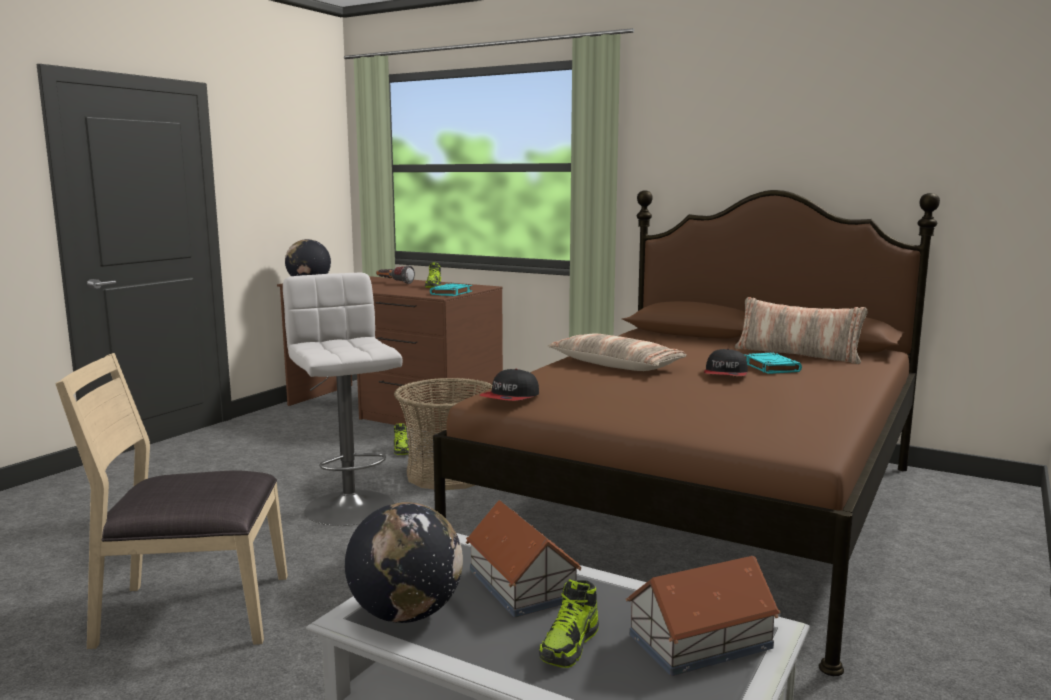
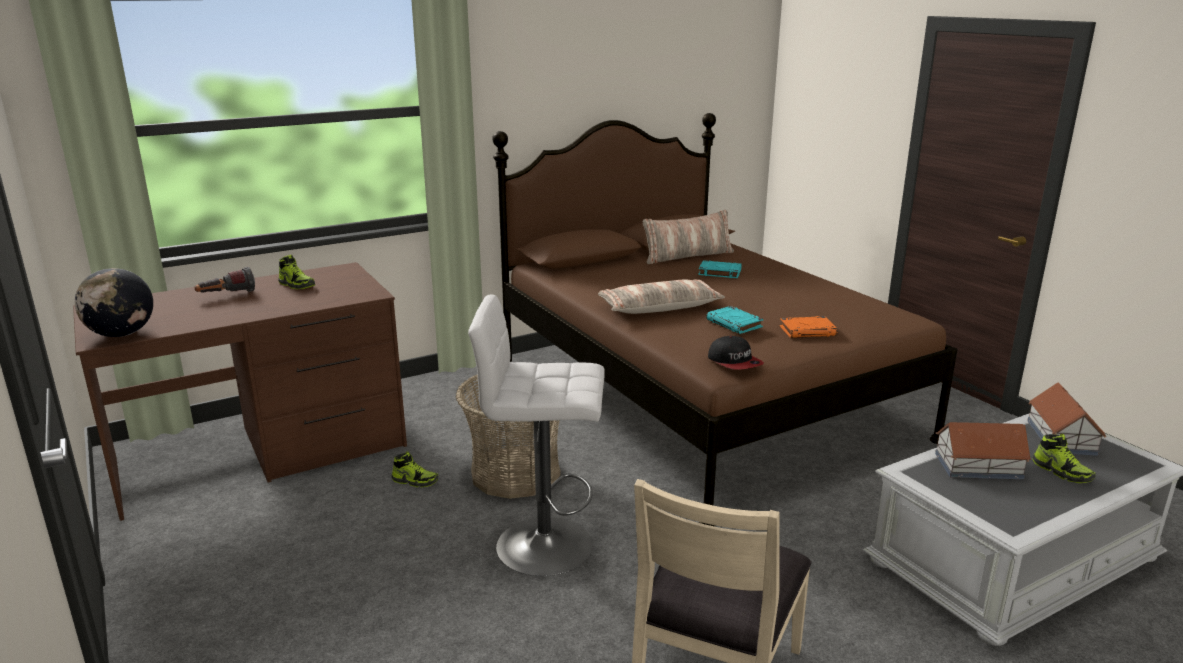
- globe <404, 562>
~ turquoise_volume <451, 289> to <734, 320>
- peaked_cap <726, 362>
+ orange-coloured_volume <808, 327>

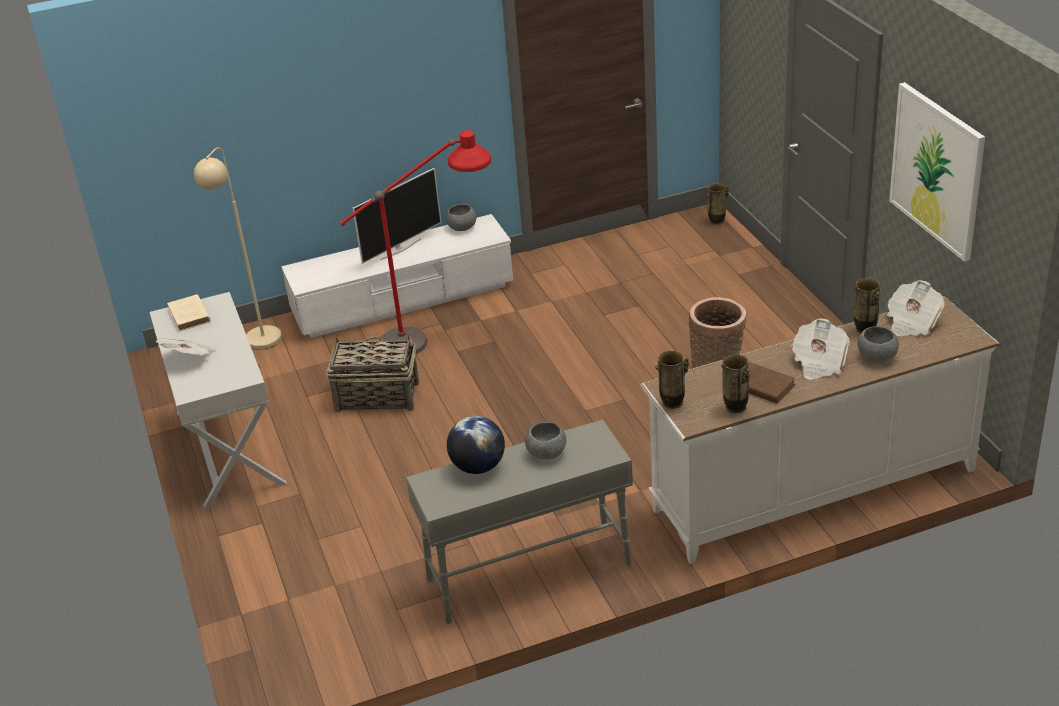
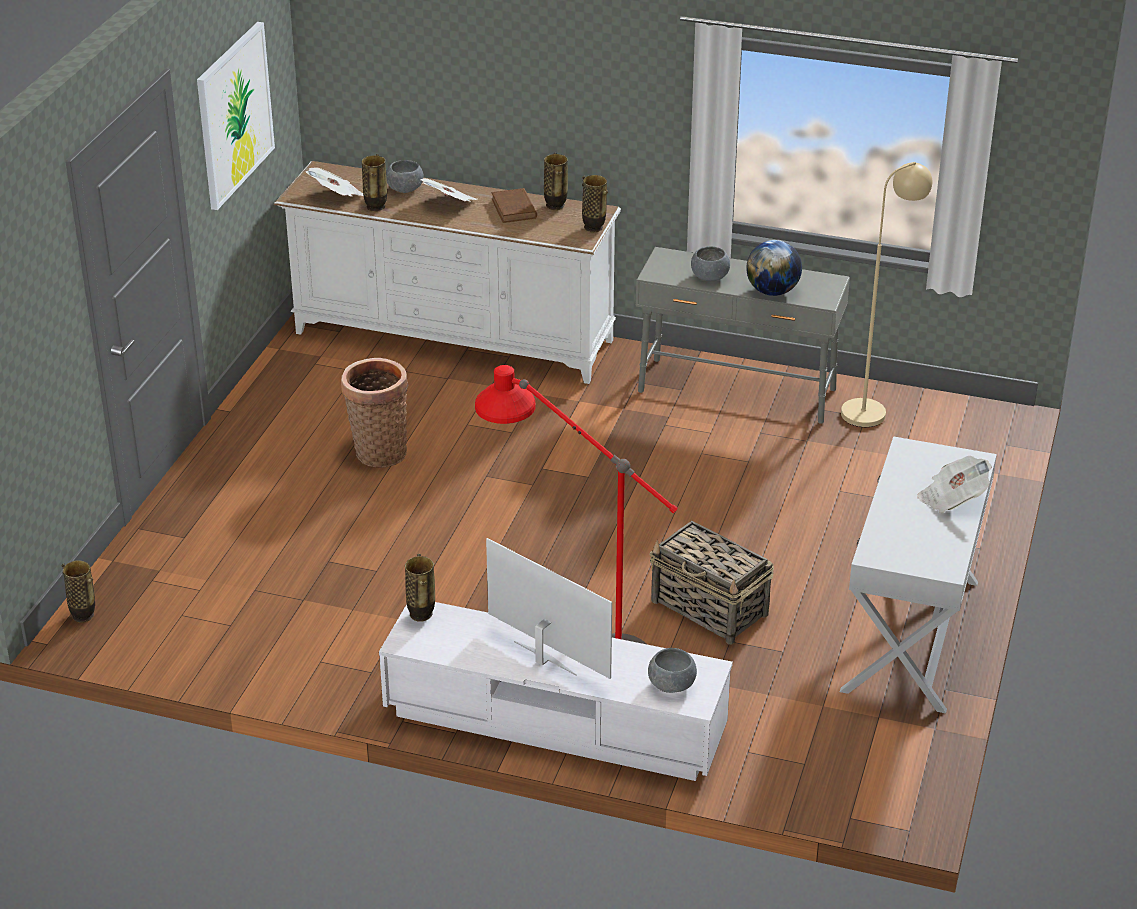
- beige-coloured_volume <188, 312>
~ beige-coloured_floor_lamp <238, 248> to <886, 294>
~ TV <397, 216> = <549, 608> 45 degrees clockwise
~ gray_deep_dish <461, 217> to <672, 670>
+ vase <420, 588>

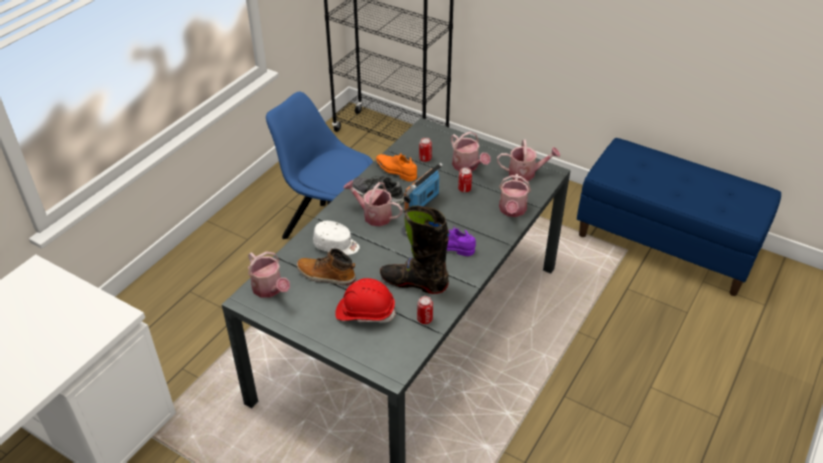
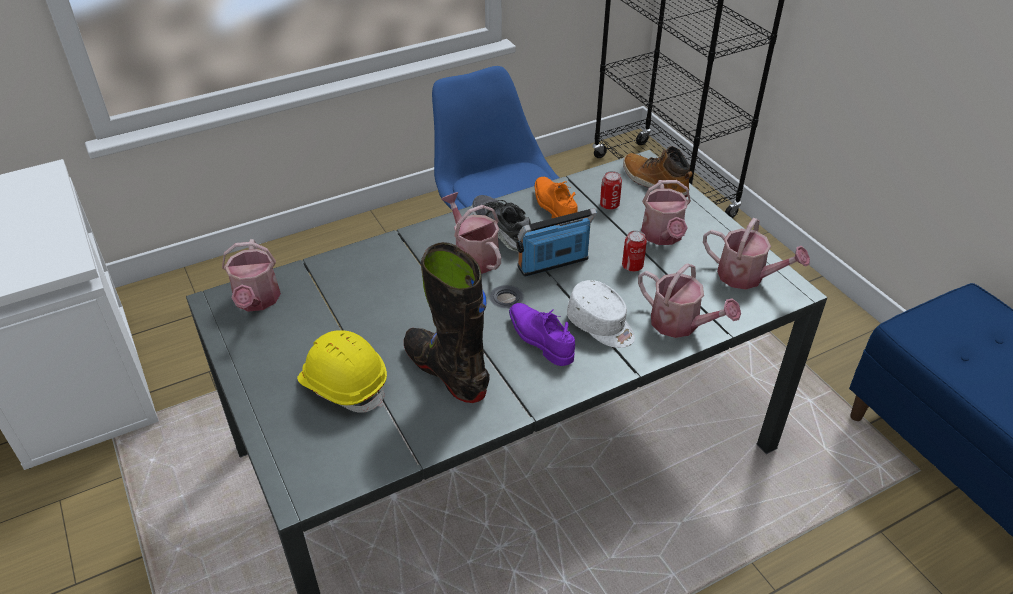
~ tall_boot <326, 267> to <657, 171>
~ white-coloured_peaked_cap <336, 238> to <601, 314>
~ red-coloured_hard_hat <365, 300> to yellow_hard_hat <342, 371>
- can <425, 310>
~ watering_pot <515, 195> = <689, 300> 90 degrees counterclockwise

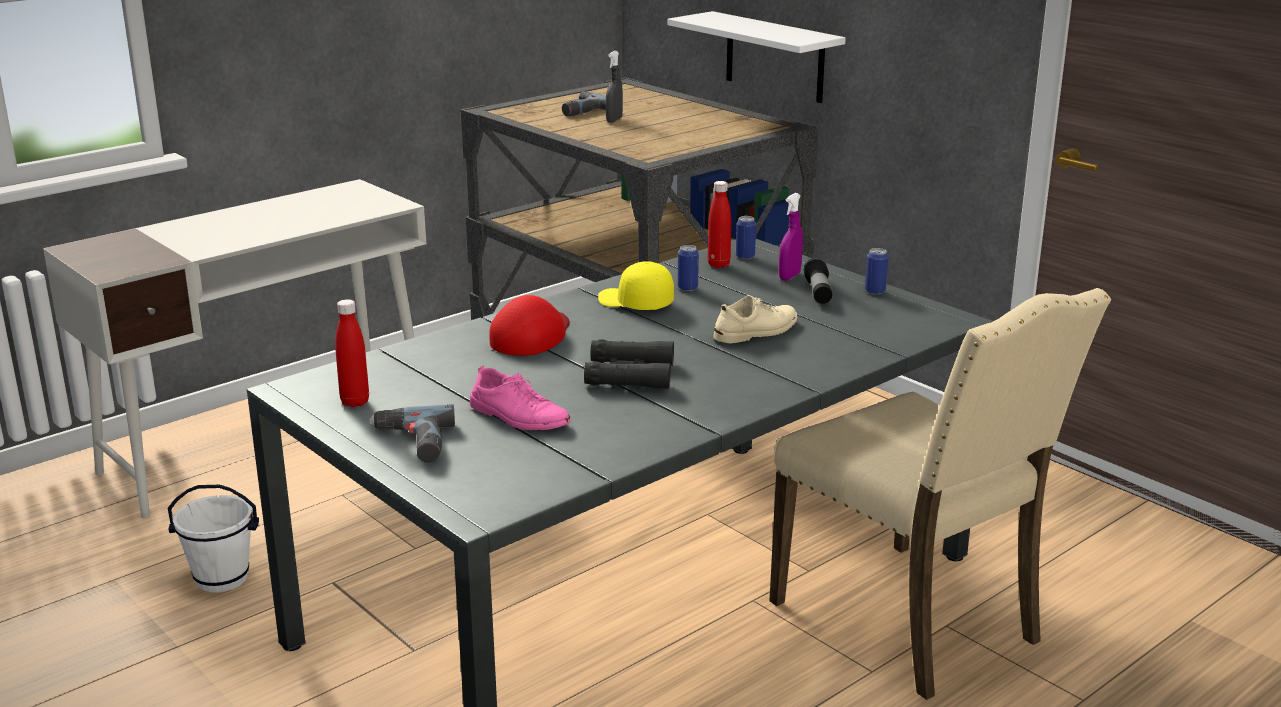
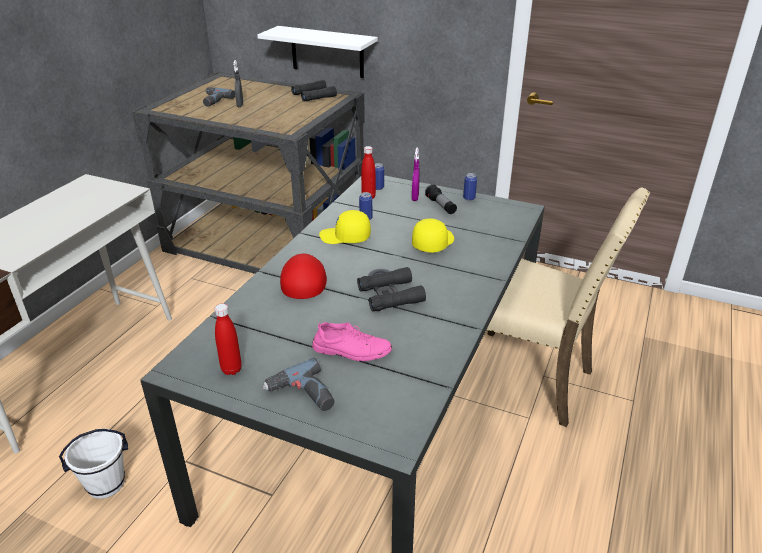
~ beige-coloured_low_shoe <755, 319> to yellow_peaked_cap <433, 235>
+ blackish_pair_of_binoculars <314, 91>

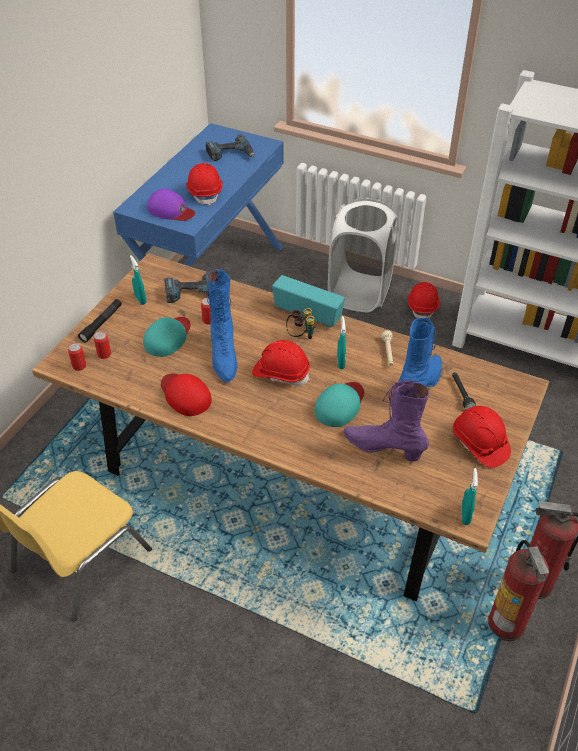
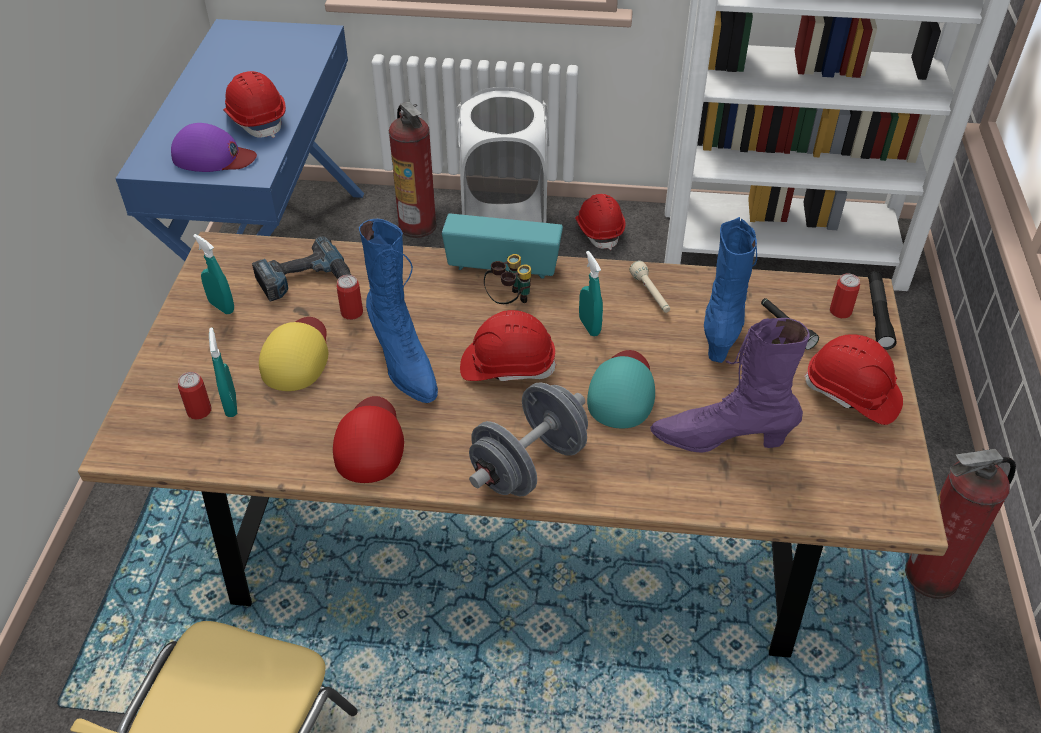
~ can <77, 357> to <845, 295>
~ blackish_hand_torch <100, 320> to <882, 310>
~ turquoise_peaked_cap <167, 337> to yellow_peaked_cap <293, 354>
~ red-coloured_peaked_cap <186, 395> = <368, 439> 60 degrees clockwise
- power_drill <230, 147>
~ turquoise_hand_sprayer <470, 496> to <223, 372>
~ fire-fighting_cylinder <518, 590> to <413, 170>
+ gray_free_weight <528, 439>

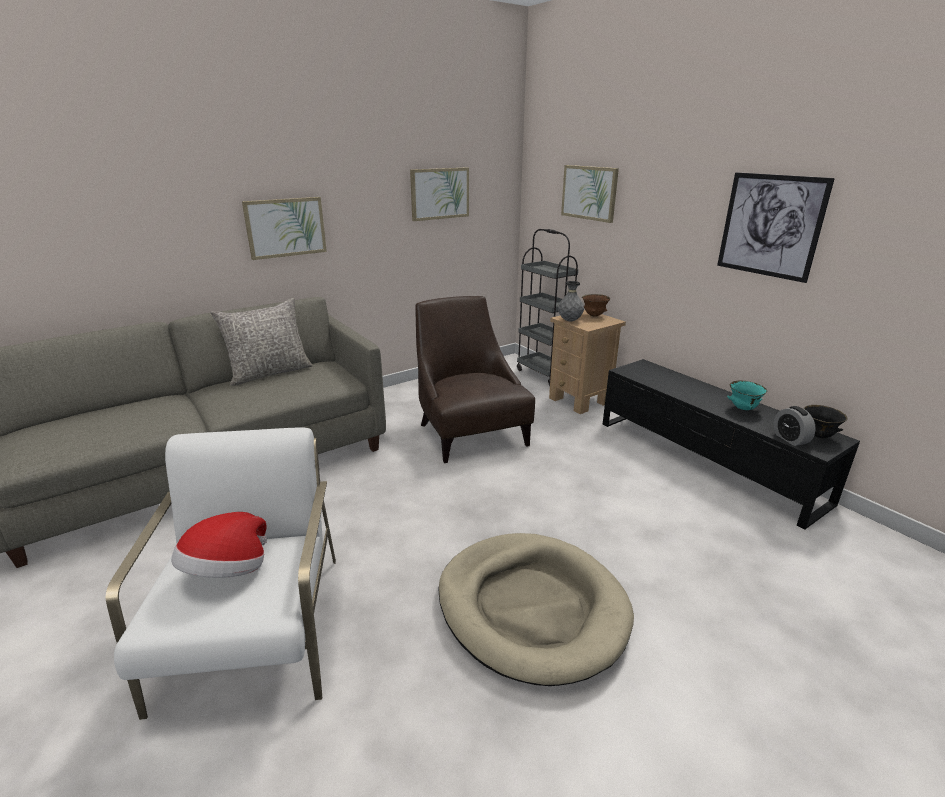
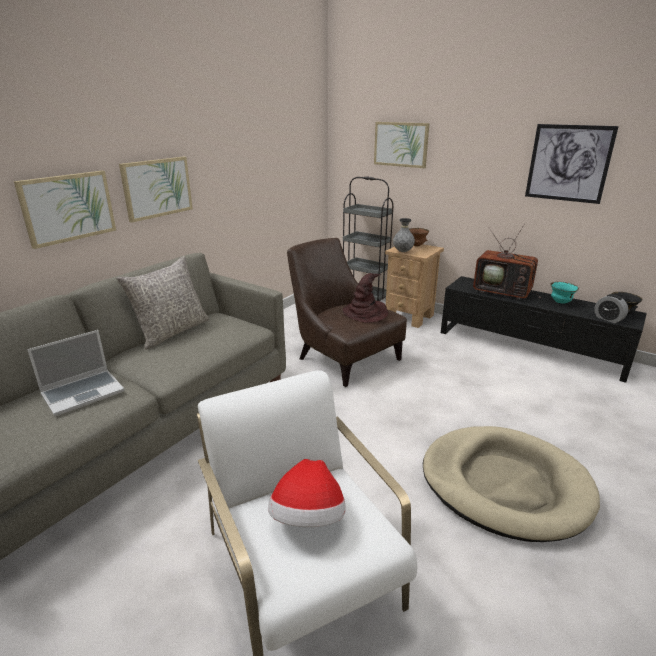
~ wall_picture <439, 194> to <65, 210>
+ portable_computer <75, 373>
+ brownish_hat <365, 298>
+ TV <507, 262>

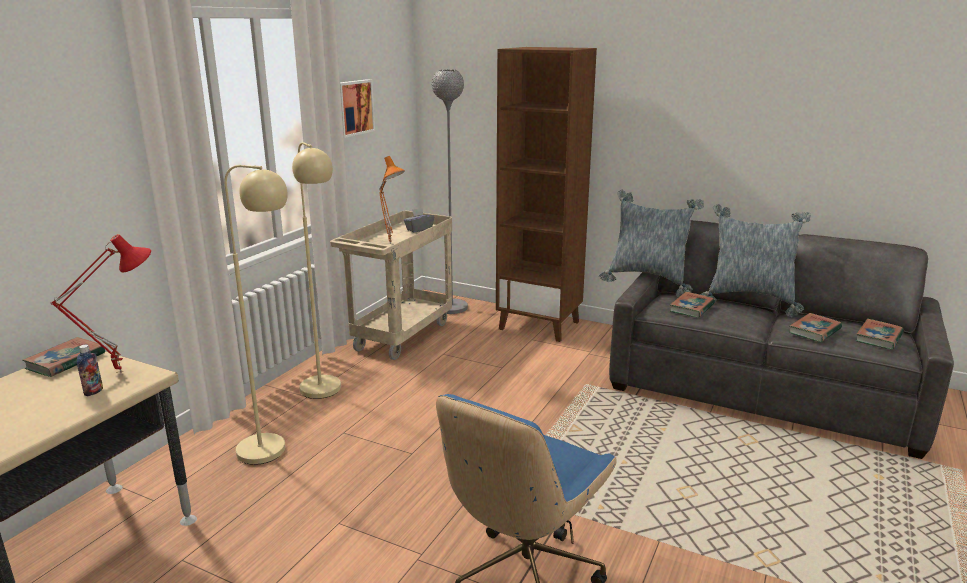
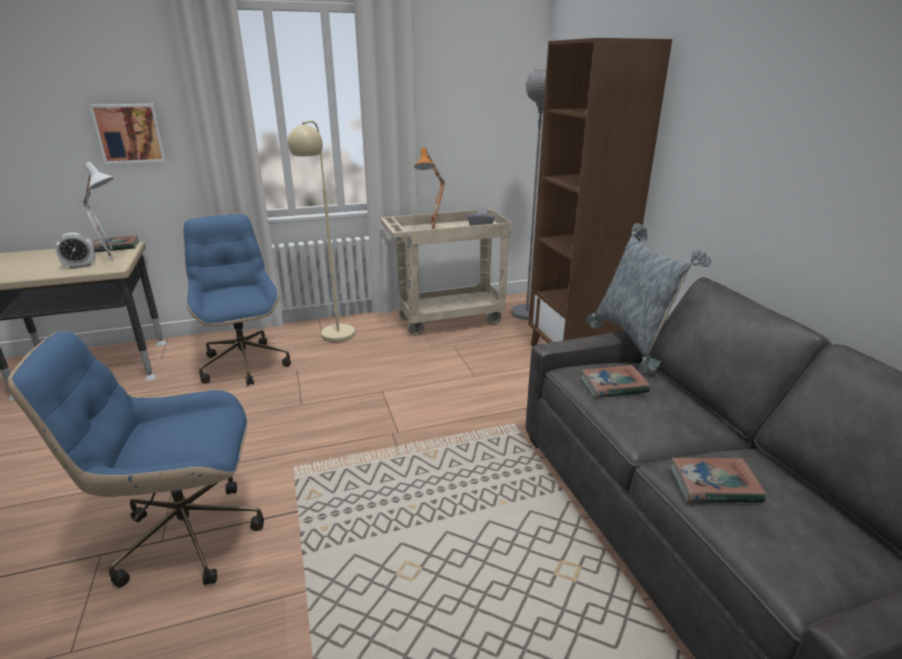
~ red-coloured_tabletop_lamp <101, 303> to white-coloured_tabletop_lamp <98, 211>
~ bottle <90, 370> to alarm_clock <75, 251>
~ beige-coloured_floor_lamp <256, 315> to bluish_office_chair <237, 300>
~ wall_picture <357, 108> to <127, 134>
- throw_pillow <755, 260>
- volume <880, 334>

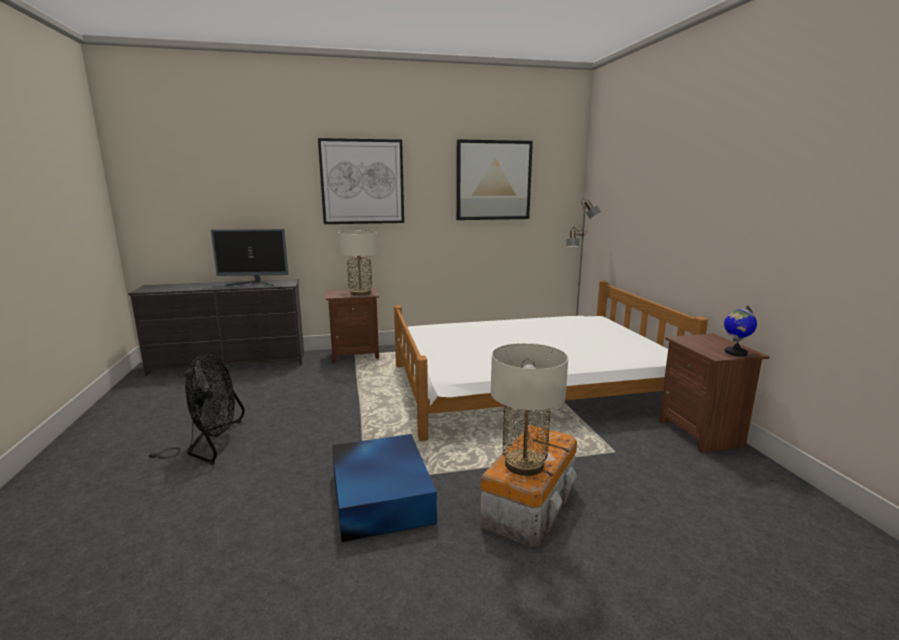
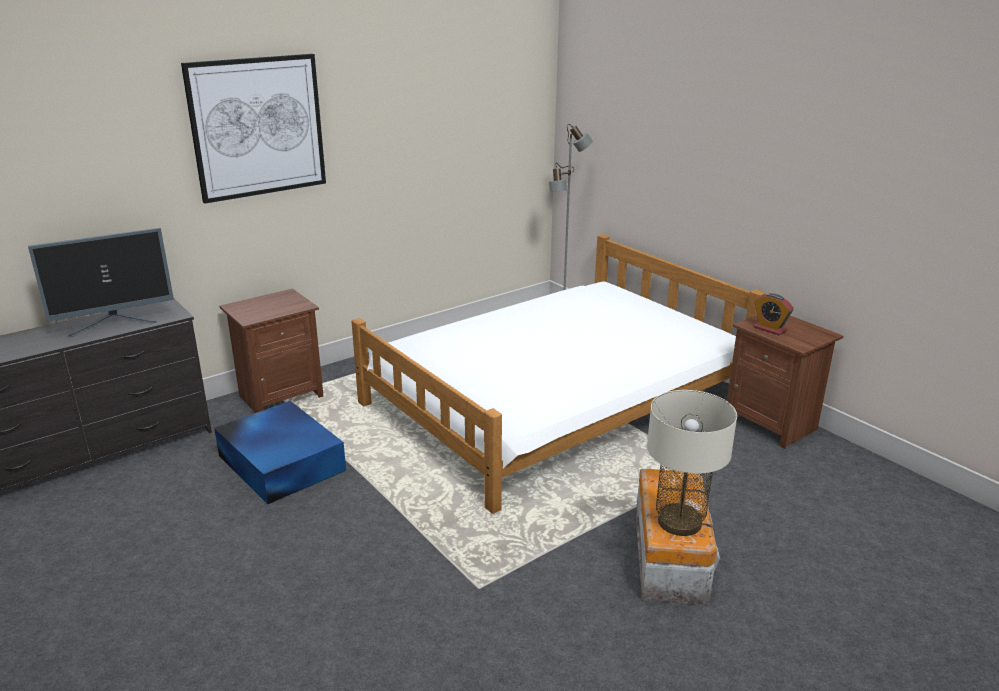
- blackish_cooling_fan <197, 409>
~ bluish_storage_container <384, 488> to <280, 452>
- tabletop_lamp <358, 263>
- wall_picture <494, 179>
- globe <740, 331>
+ alarm_clock <773, 314>

